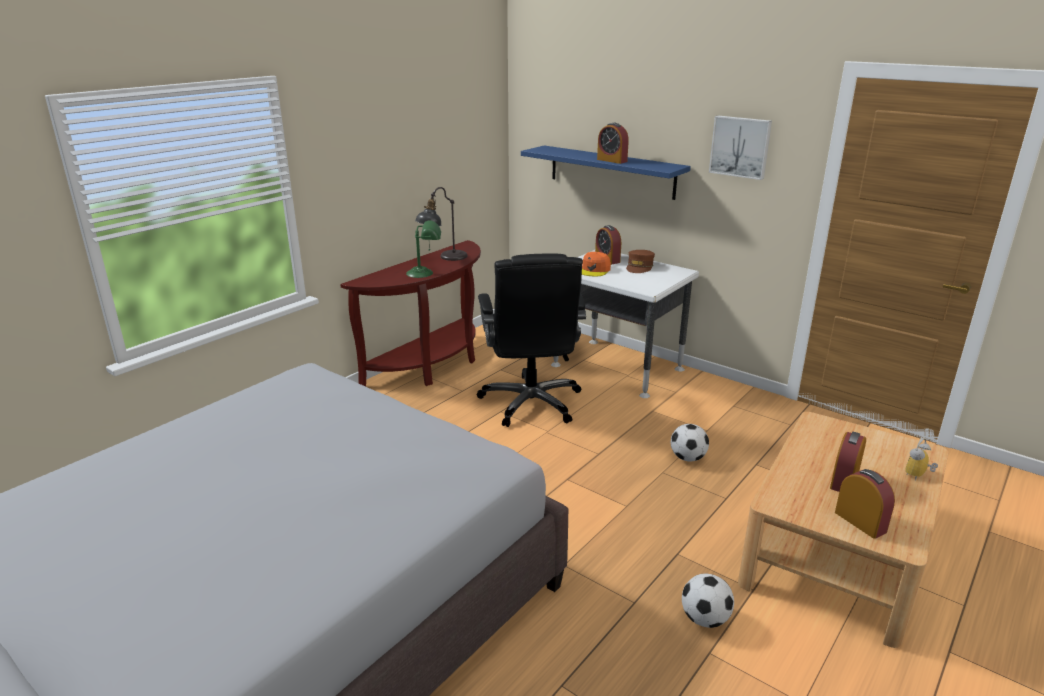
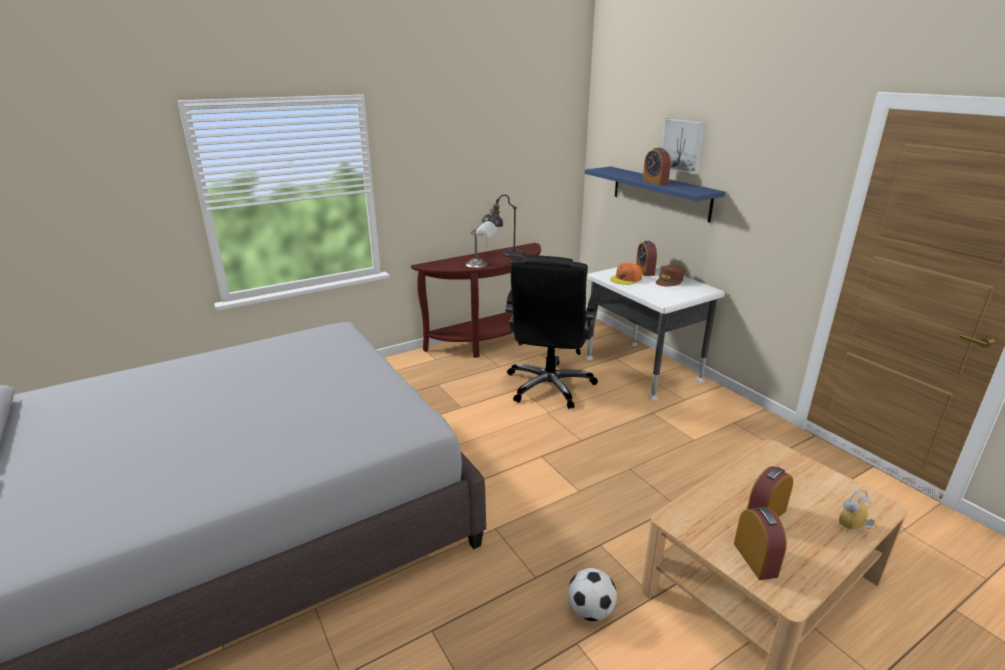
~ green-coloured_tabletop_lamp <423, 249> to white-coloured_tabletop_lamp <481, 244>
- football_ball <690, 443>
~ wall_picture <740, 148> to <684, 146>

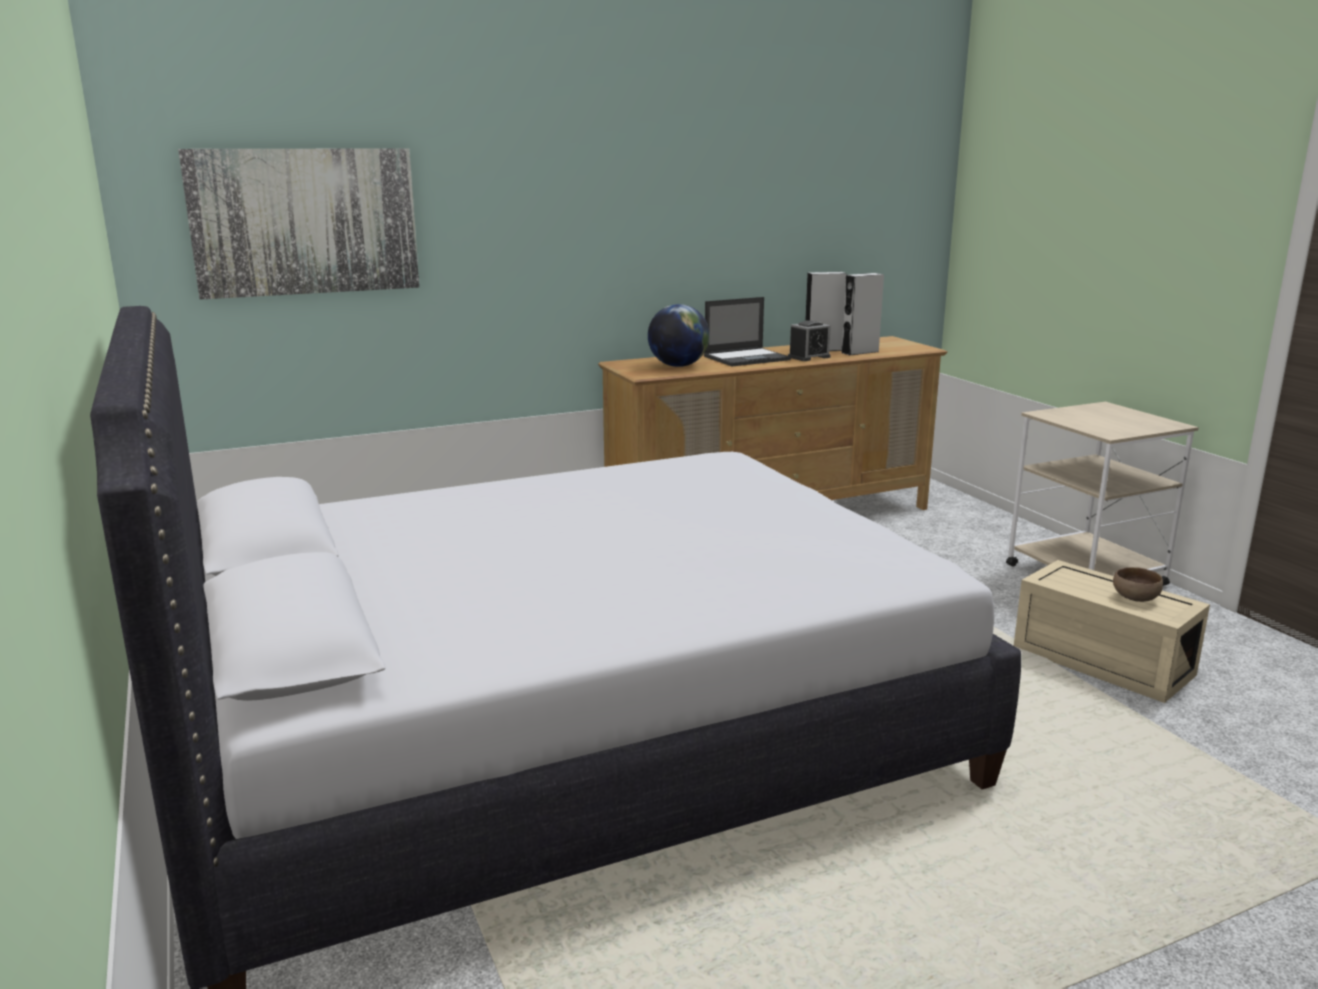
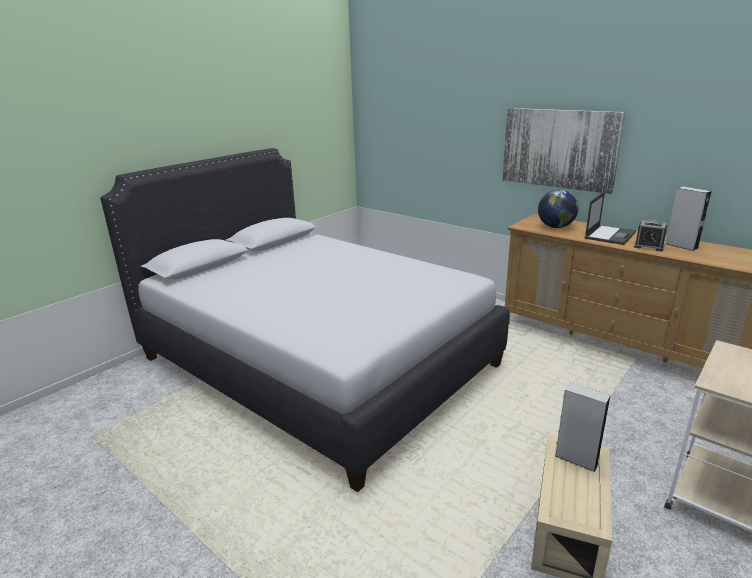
~ wall_picture <299, 224> to <563, 151>
~ portable_computer <747, 331> = <610, 218> 90 degrees counterclockwise
~ gray_audio_speaker <863, 314> to <583, 427>
- brownish_deep_dish <1138, 584>

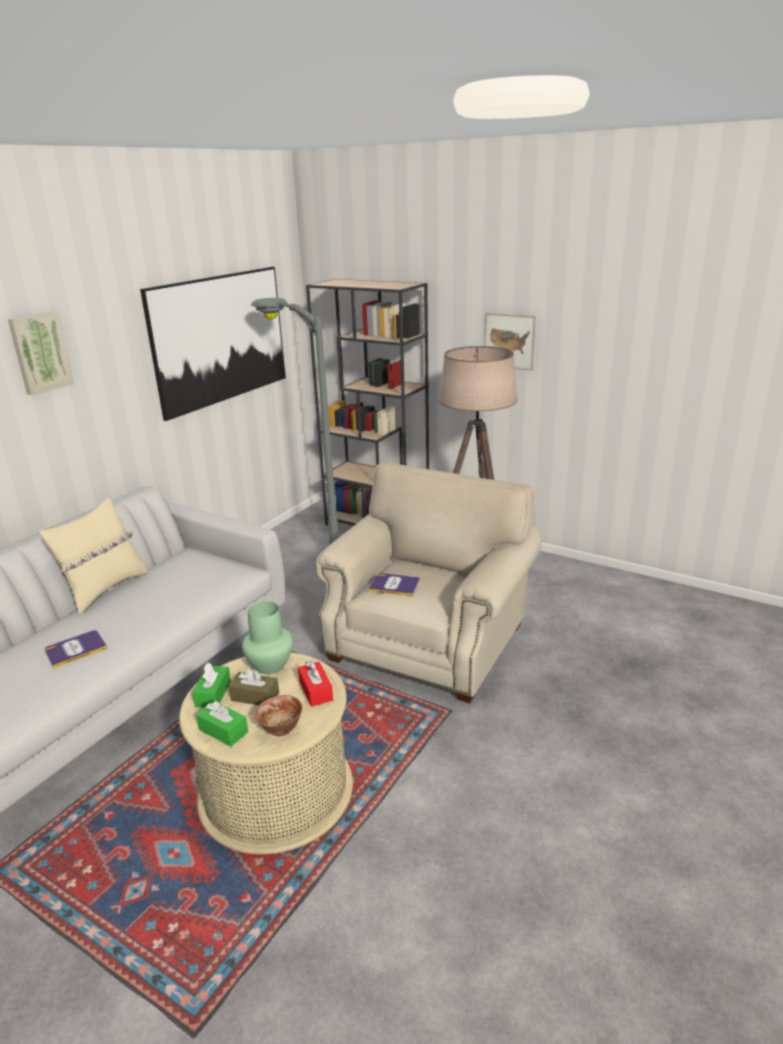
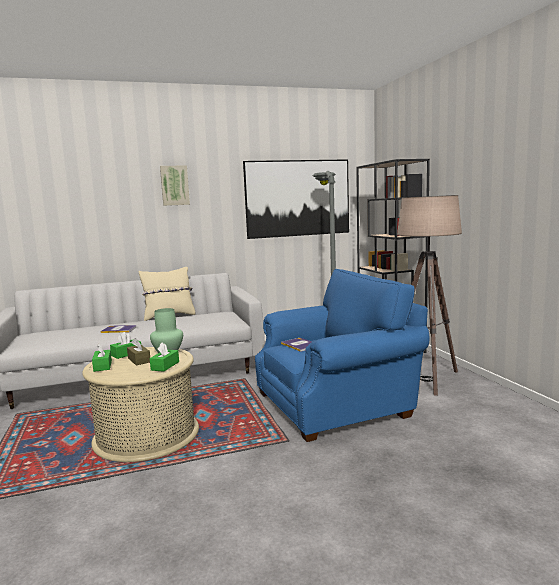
- deep_dish <278, 715>
~ red-coloured_box_of_tissues <315, 684> to green-coloured_box_of_tissues <164, 357>
~ beige-coloured_lounge_chair <429, 583> to bluish_lounge_chair <342, 355>
- wall_picture <510, 342>

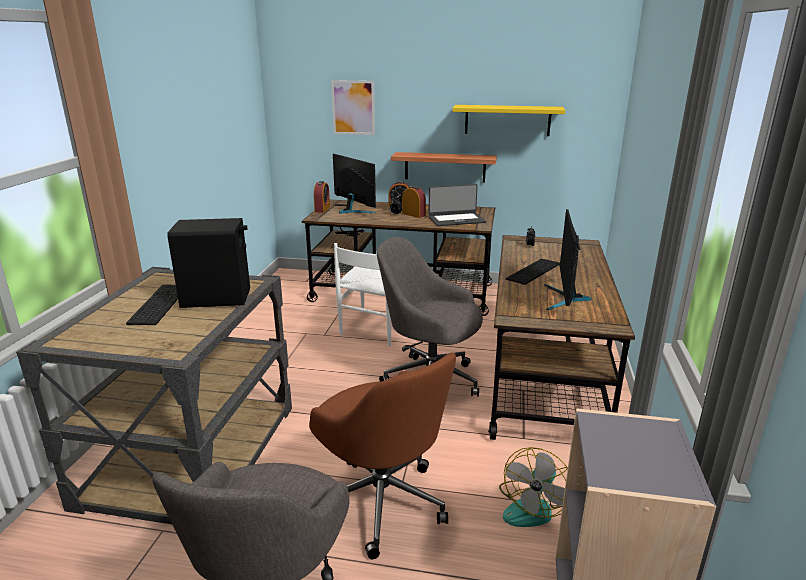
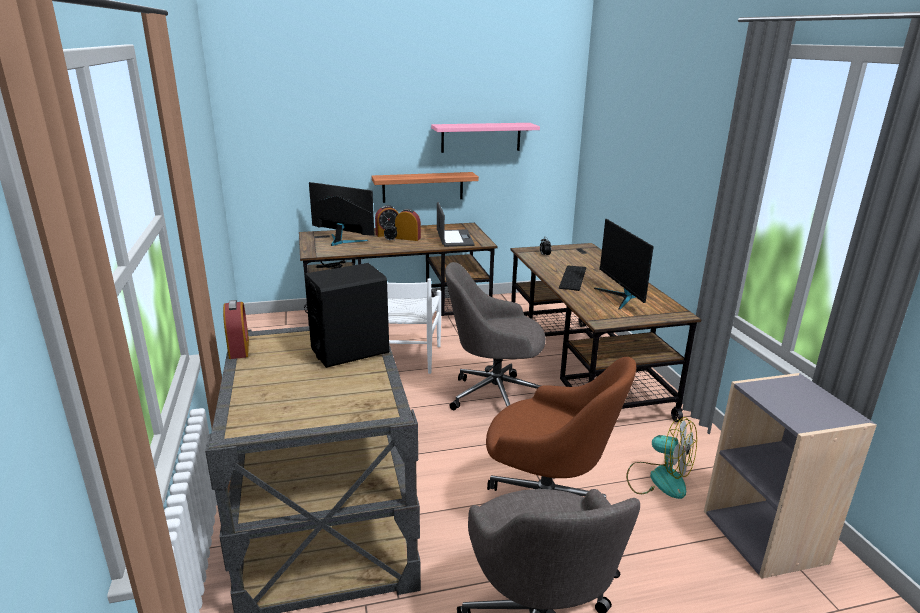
- PC_keyboard <152, 304>
~ alarm_clock <322, 197> to <236, 329>
- wall_picture <353, 107>
~ portable_computer <457, 205> = <456, 224> 60 degrees counterclockwise
~ yellow_bracket_shelf <508, 120> to pinkish_bracket_shelf <485, 138>
~ cooling_fan <533, 487> = <661, 458> 60 degrees counterclockwise

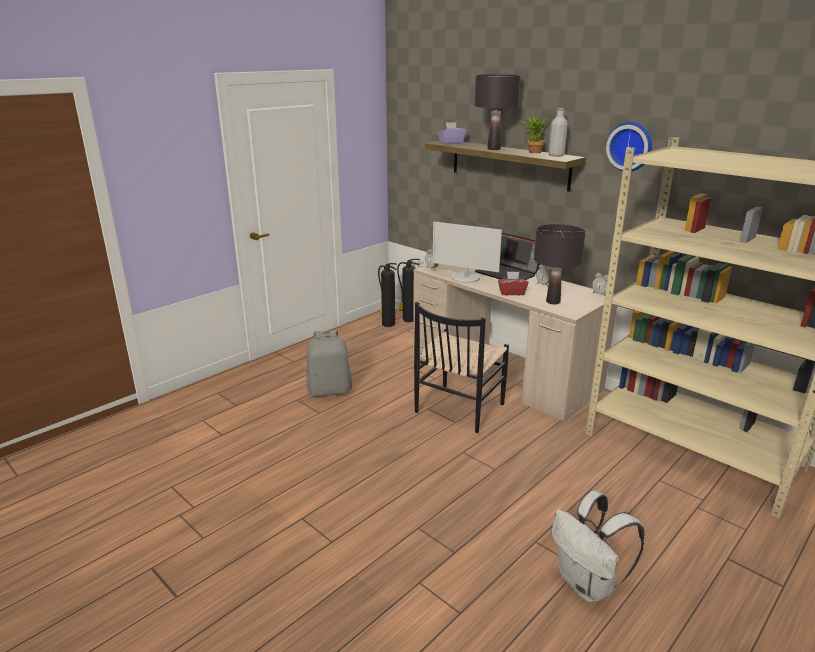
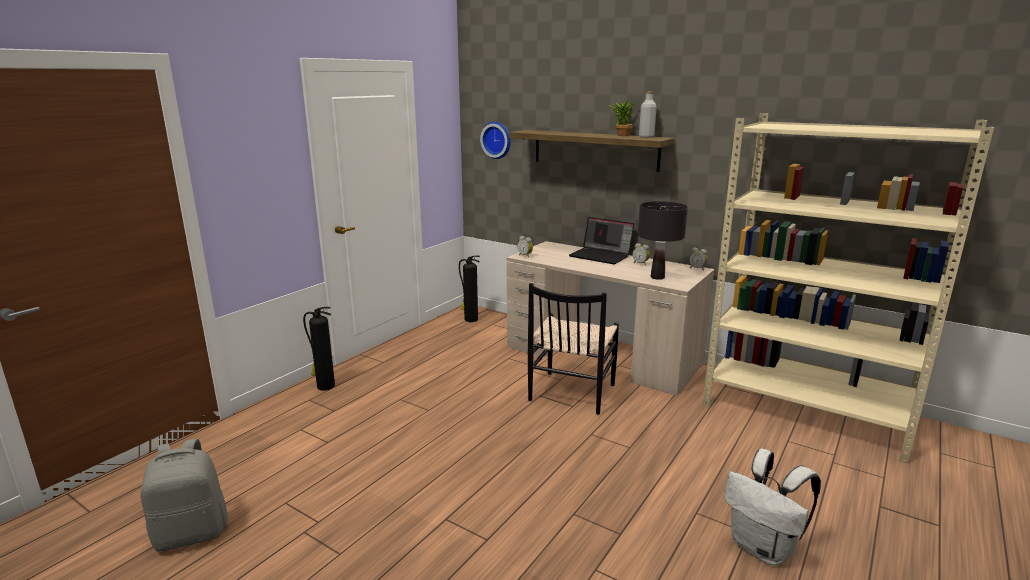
~ gray_rucksack <329, 363> to <184, 495>
~ fire-fighting_cylinder <408, 290> to <319, 349>
- computer_display <467, 252>
- purplish_box_of_tissues <452, 133>
- blackish_tabletop_lamp <498, 112>
- red-coloured_box_of_tissues <513, 283>
~ clock_on_the_wall <629, 147> to <495, 140>

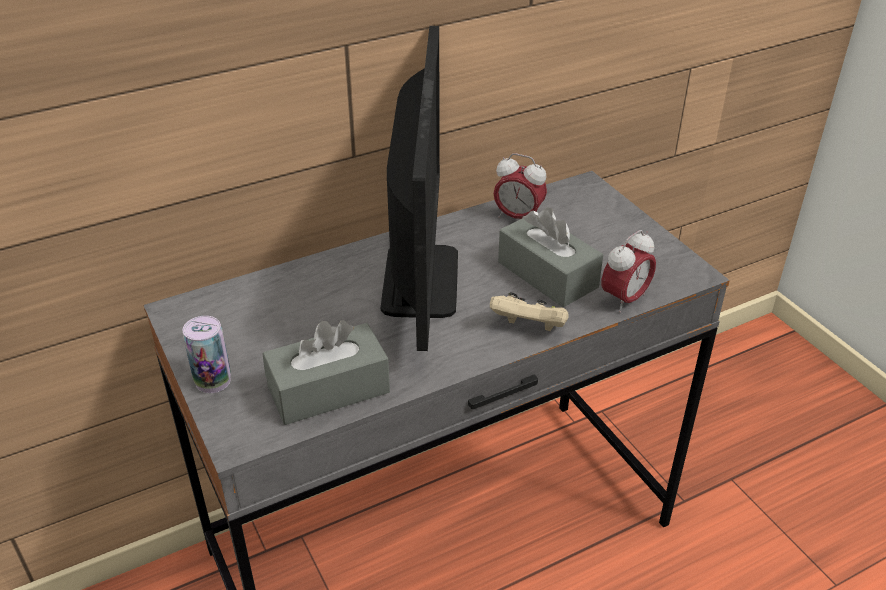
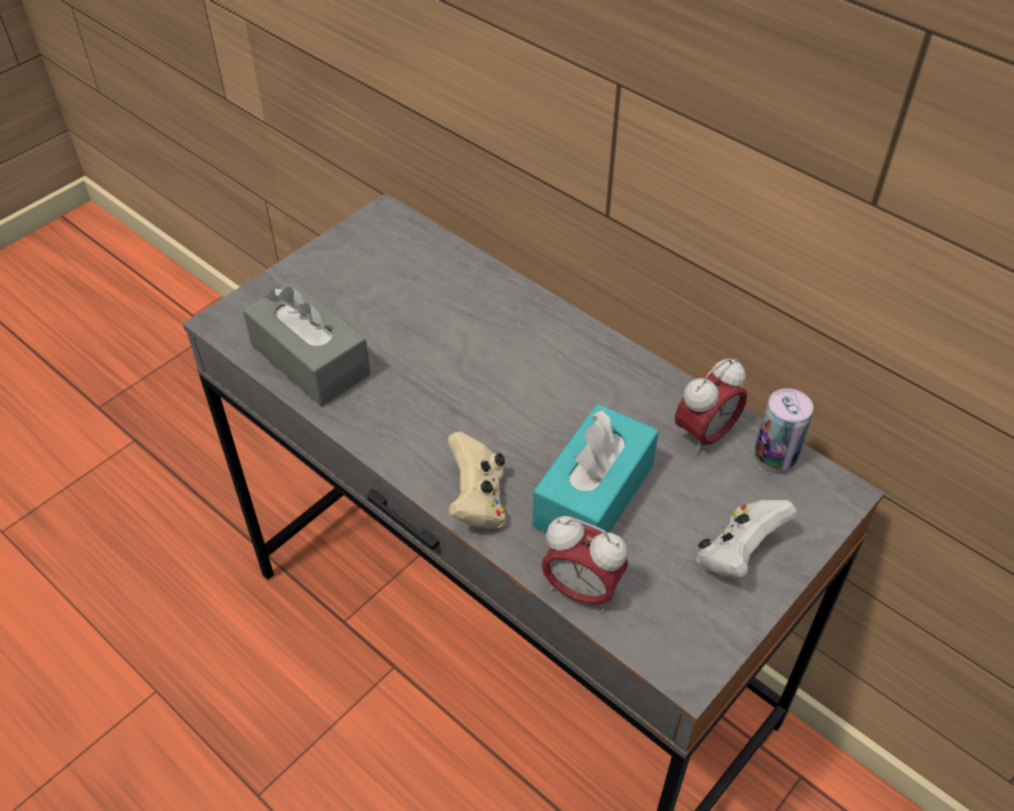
~ can <207, 354> to <783, 431>
- computer_display <419, 188>
~ alarm_clock <520, 186> = <711, 406> 135 degrees counterclockwise
~ gray_box_of_tissues <550, 257> to turquoise_box_of_tissues <595, 468>
+ white-coloured_gamepad <747, 538>

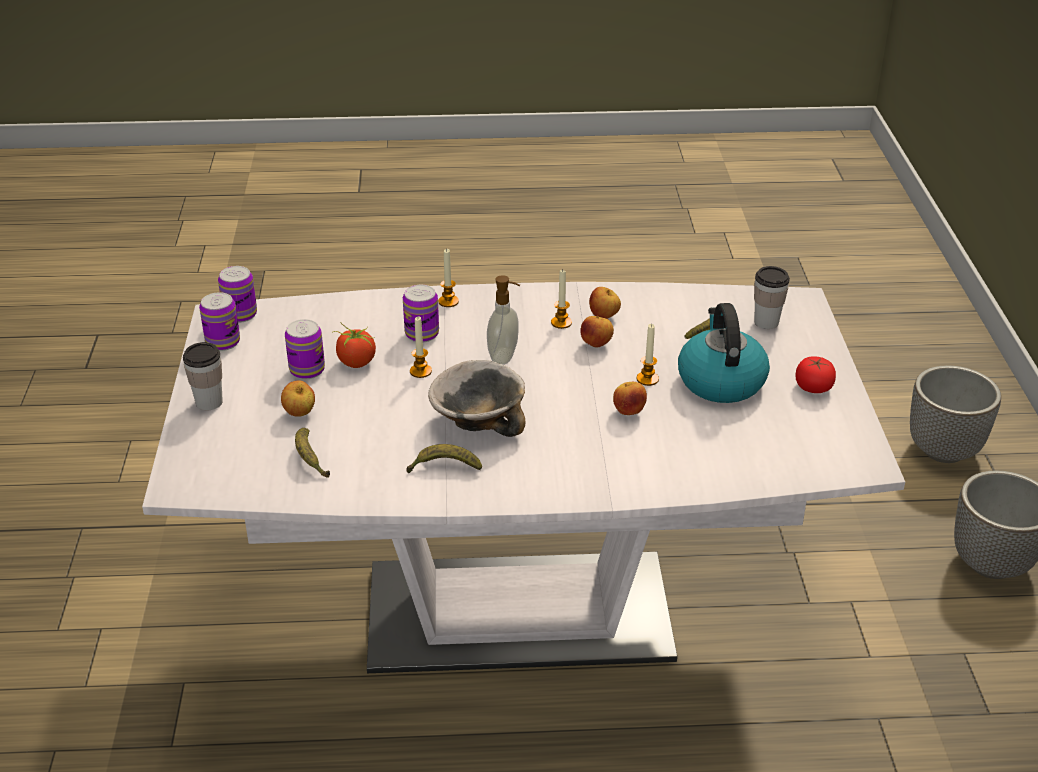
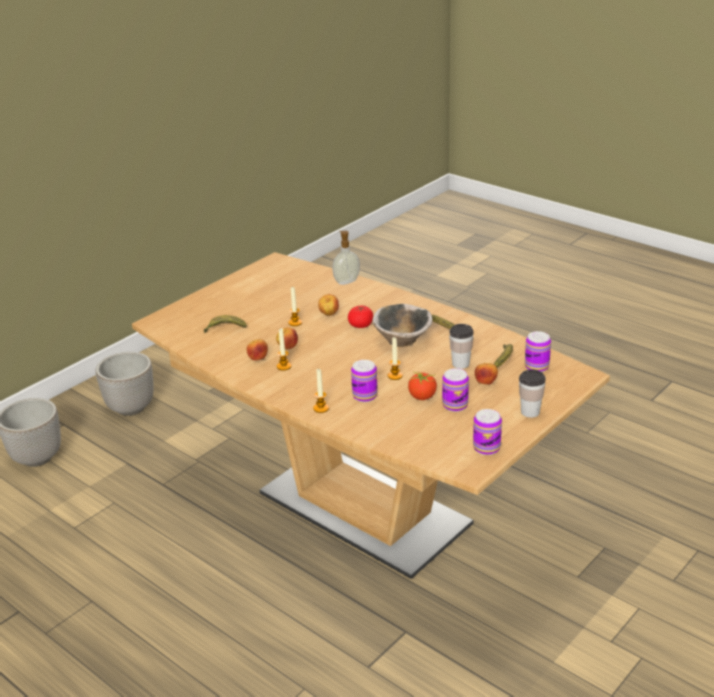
~ white-coloured_dinner_table <523, 477> to brownish_dinner_table <371, 415>
~ can <237, 294> to <538, 351>
~ soap_dispenser <503, 320> to <346, 258>
- kettle <724, 353>
~ cup <772, 297> to <461, 346>
~ whole_tomato <815, 374> to <360, 316>

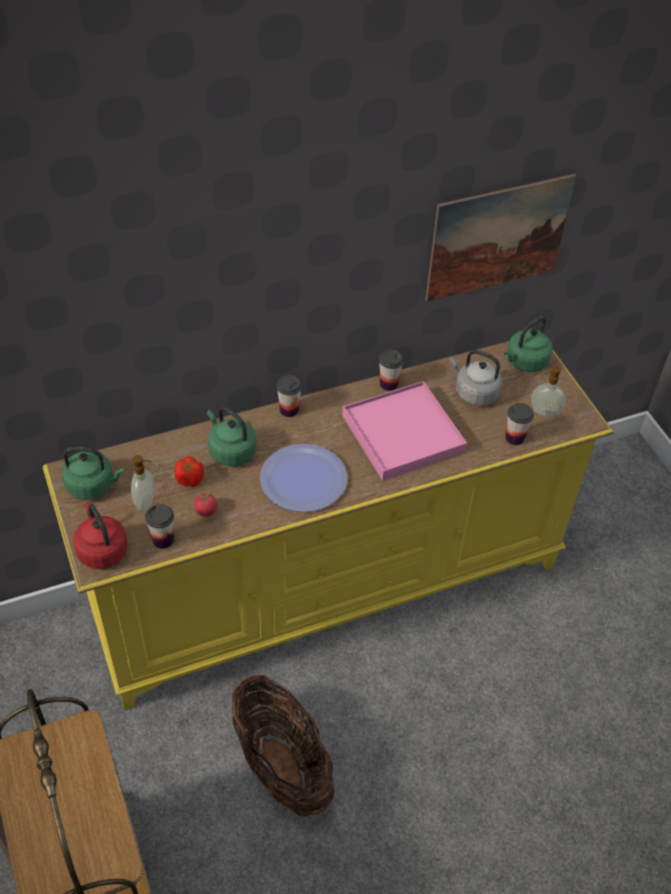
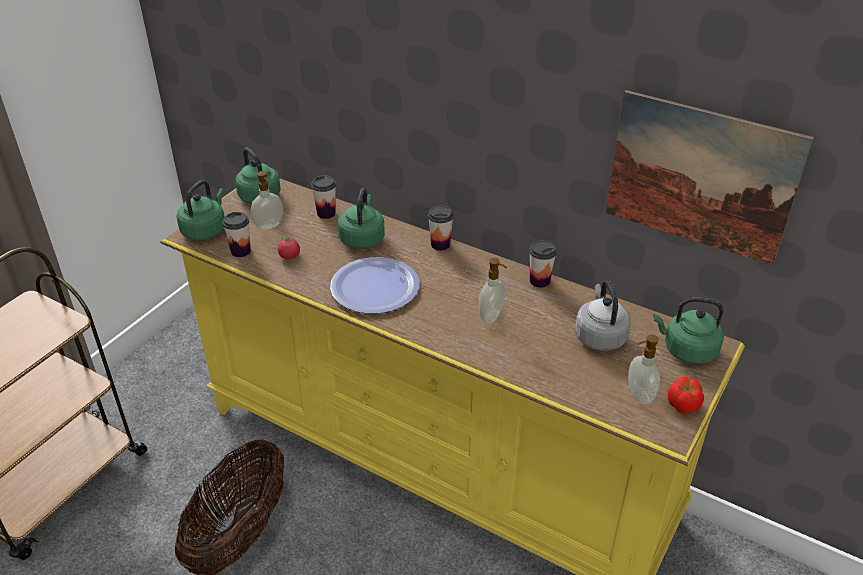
~ red-coloured_kettle <100, 535> to green-coloured_kettle <200, 210>
~ whole_tomato <189, 471> to <686, 395>
~ pinkish_serving_tray <404, 431> to soap_dispenser <493, 290>
~ cup <519, 424> to <323, 197>

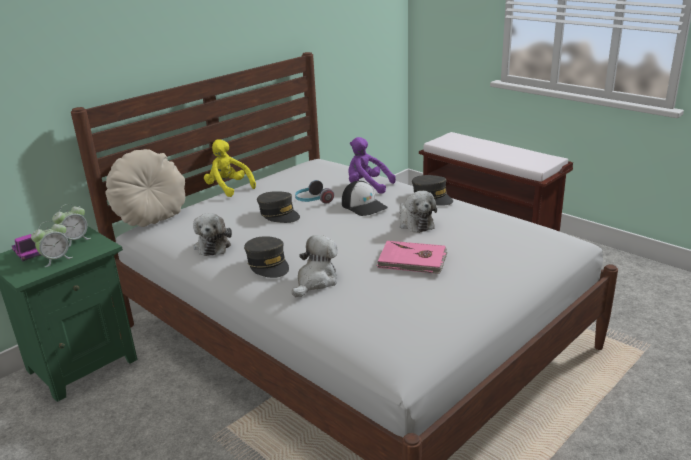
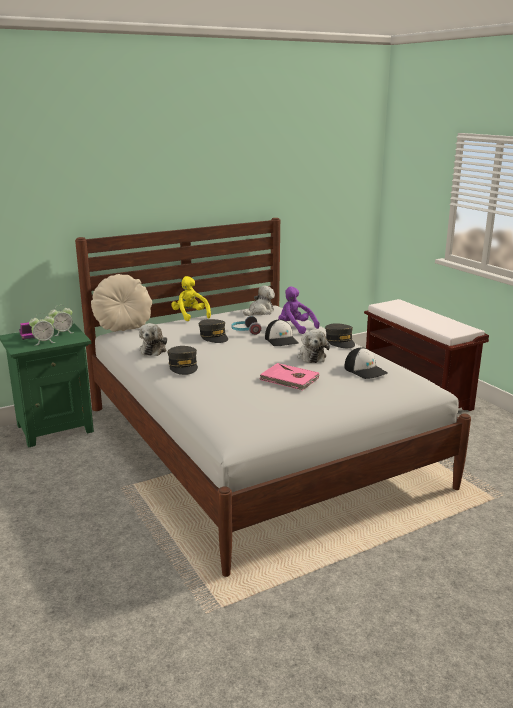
~ plush_toy <315, 266> to <259, 300>
+ peaked_cap <366, 363>

